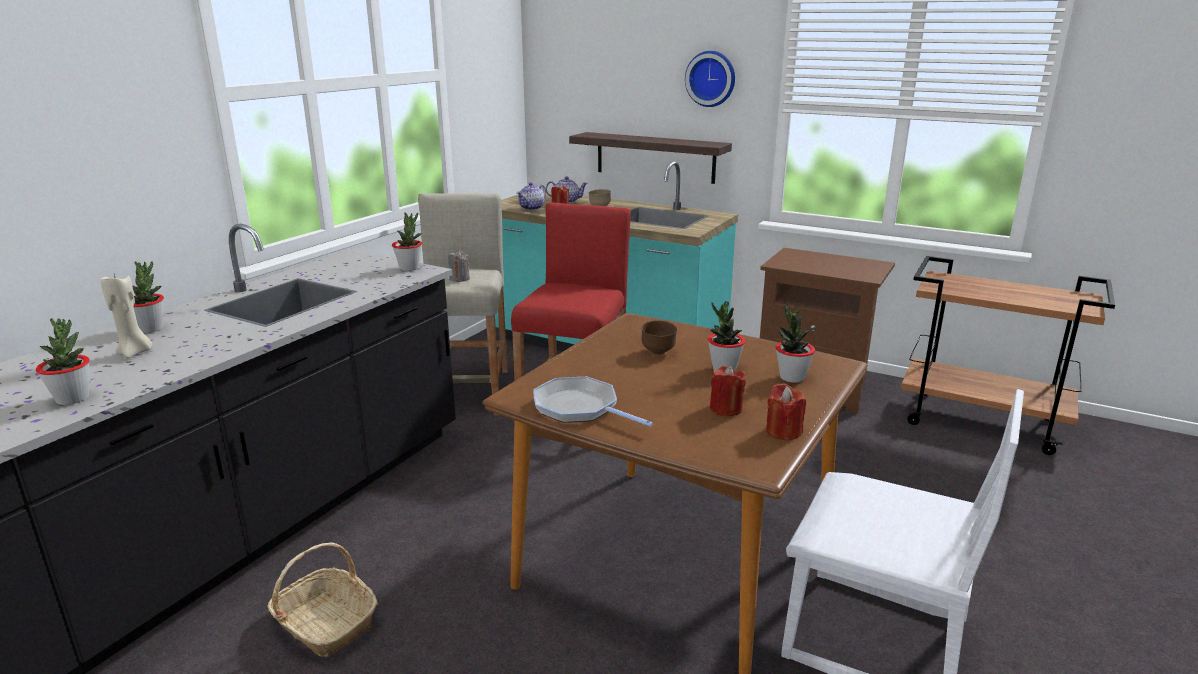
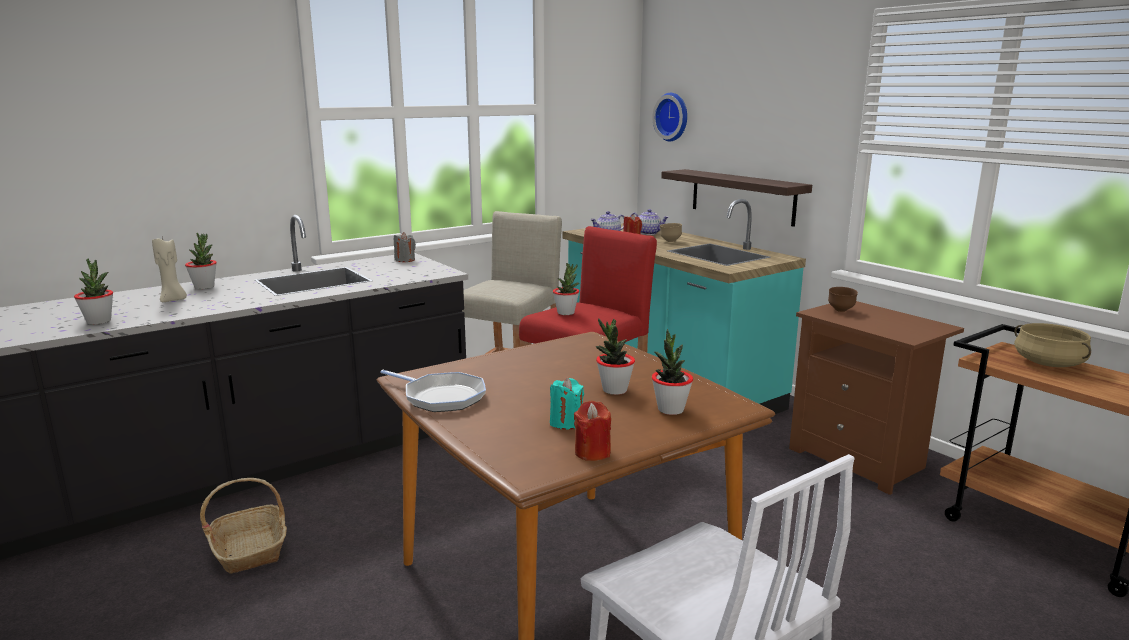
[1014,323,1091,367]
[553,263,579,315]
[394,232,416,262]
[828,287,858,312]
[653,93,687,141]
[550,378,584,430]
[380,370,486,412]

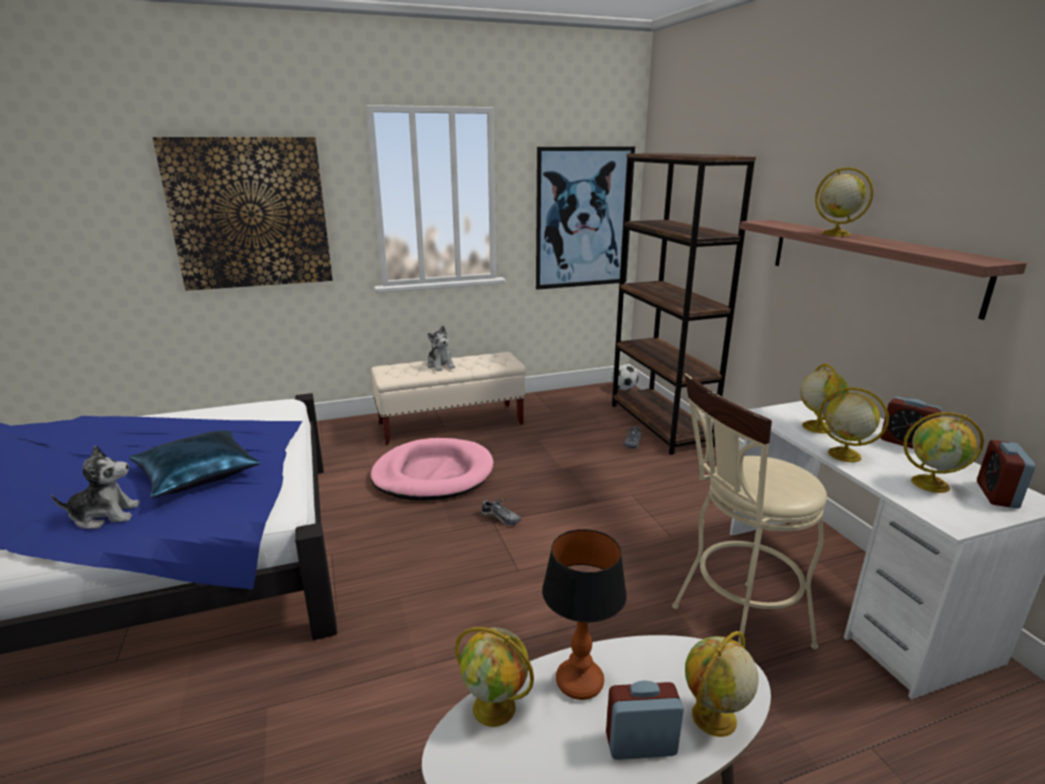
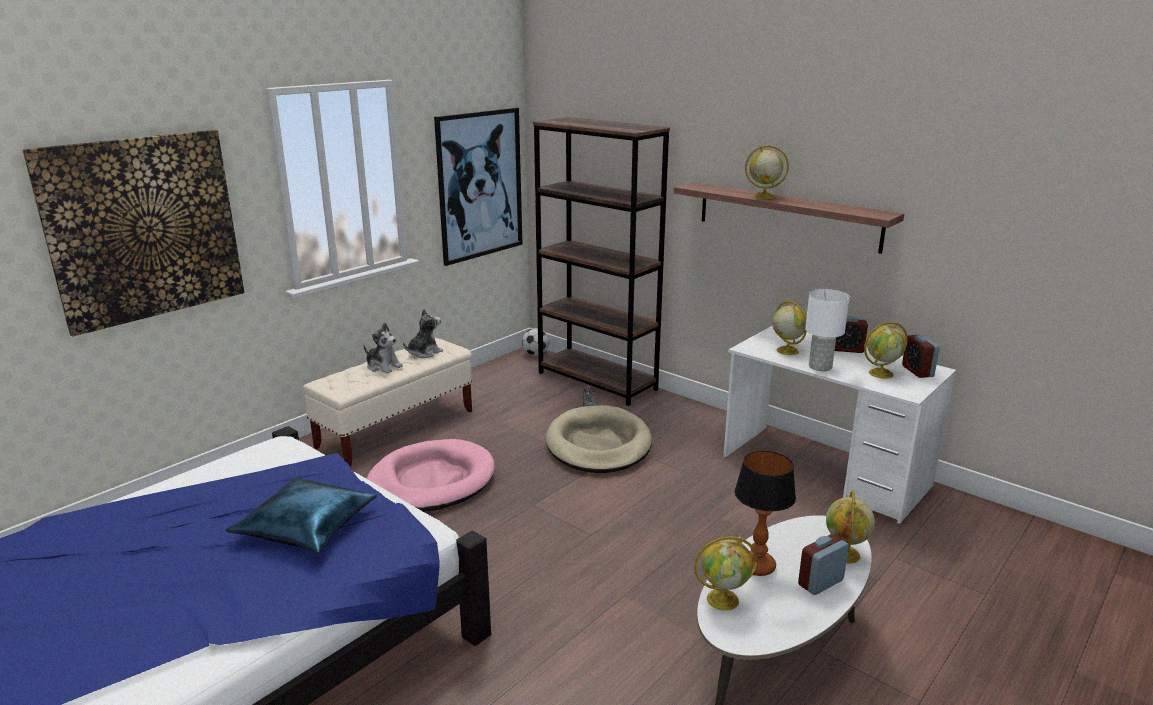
[481,498,521,525] (first image)
[672,373,827,649] (first image)
[546,405,652,473]
[403,309,443,358]
[805,289,850,371]

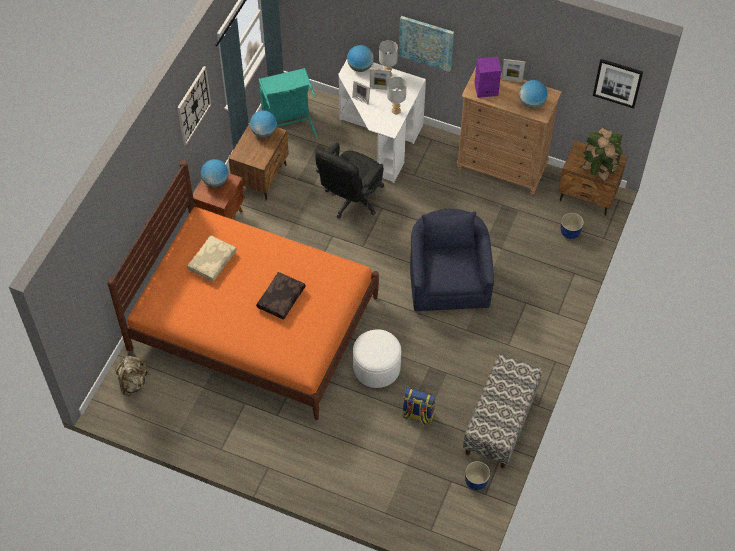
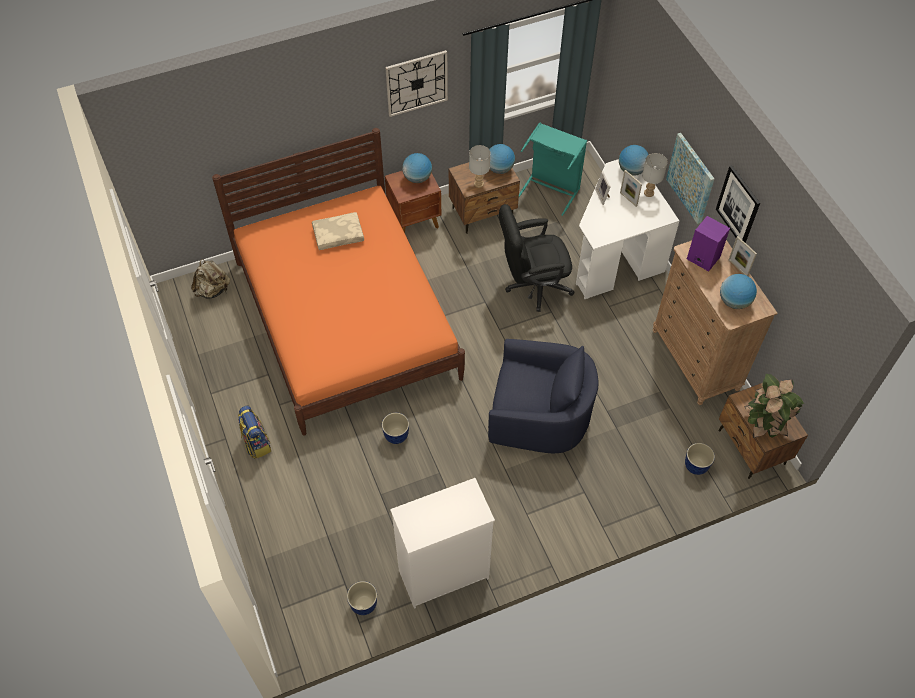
[256,272,305,320] (first image)
[469,145,490,188]
[238,405,271,459]
[716,165,760,243]
[382,413,409,444]
[390,478,495,608]
[488,339,598,453]

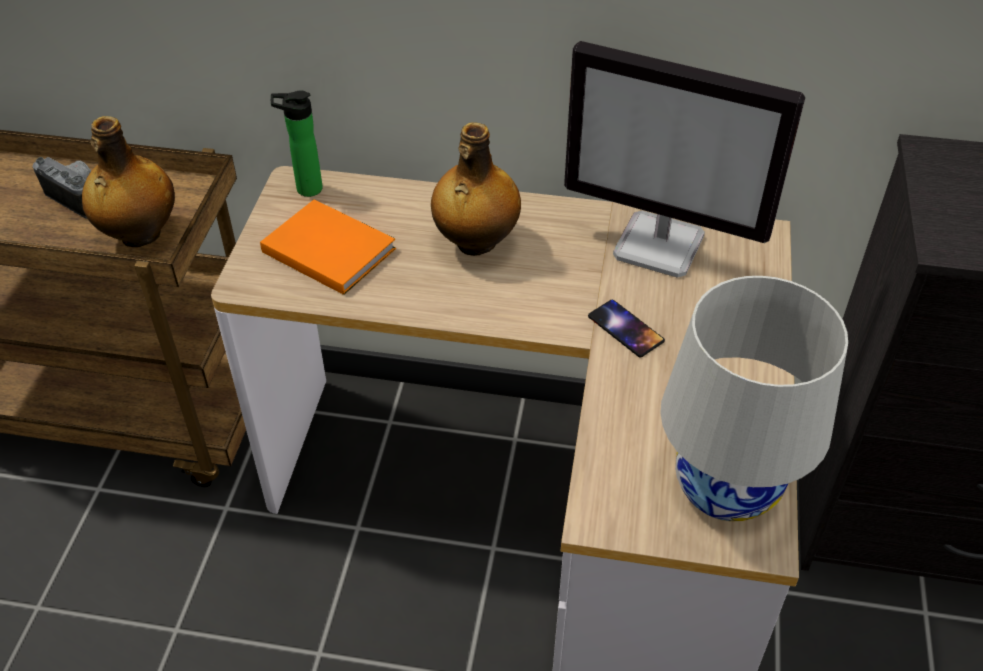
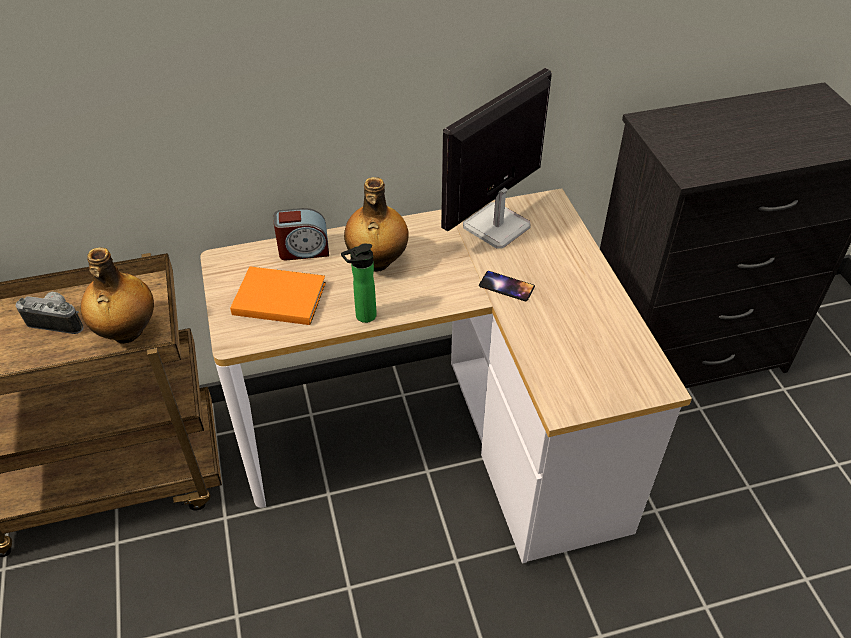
[660,276,848,521] (first image)
[274,208,329,260]
[341,244,377,323]
[441,68,552,249]

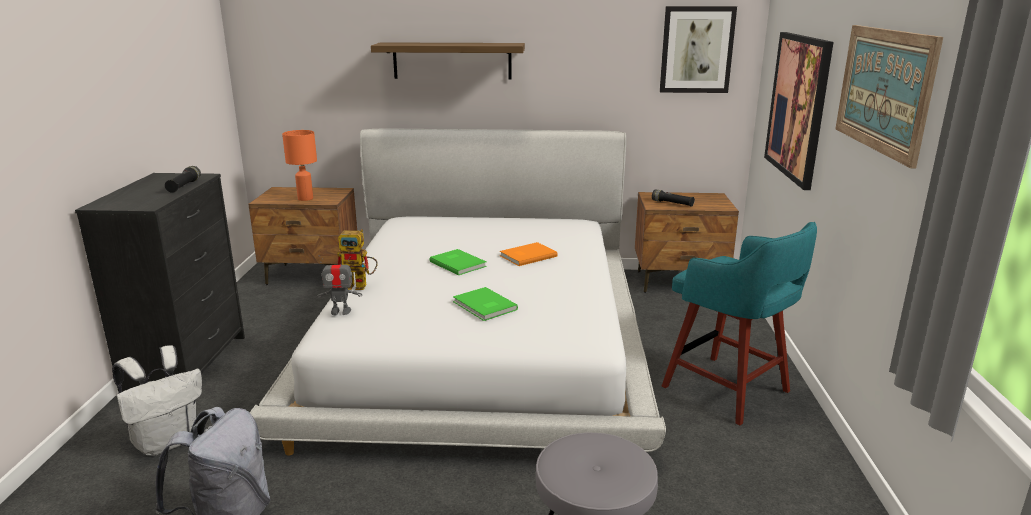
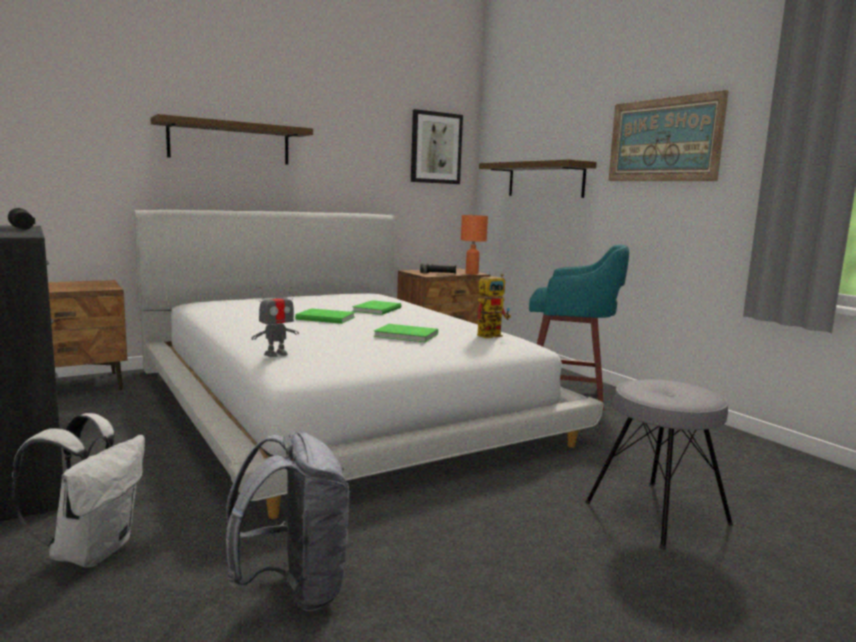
[461,215,488,275]
[476,274,511,338]
[479,160,597,198]
[352,300,401,315]

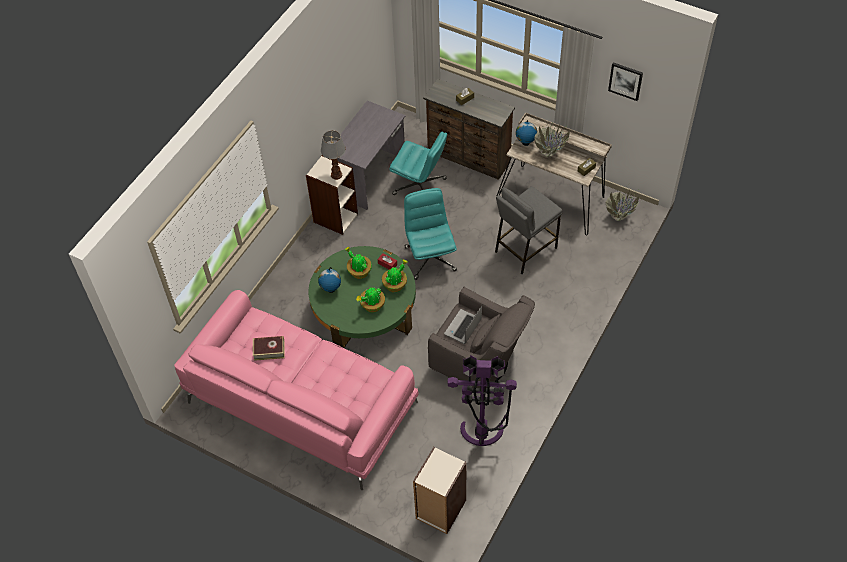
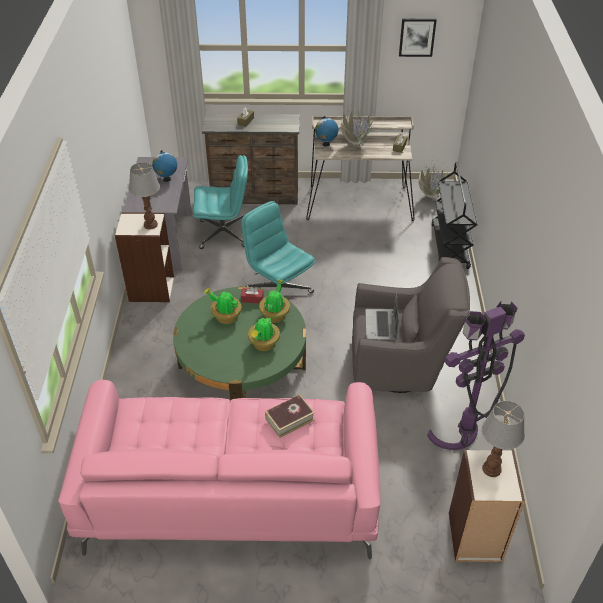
[495,186,562,274] (first image)
[431,162,478,269]
[482,401,525,477]
[265,395,315,438]
[152,150,177,182]

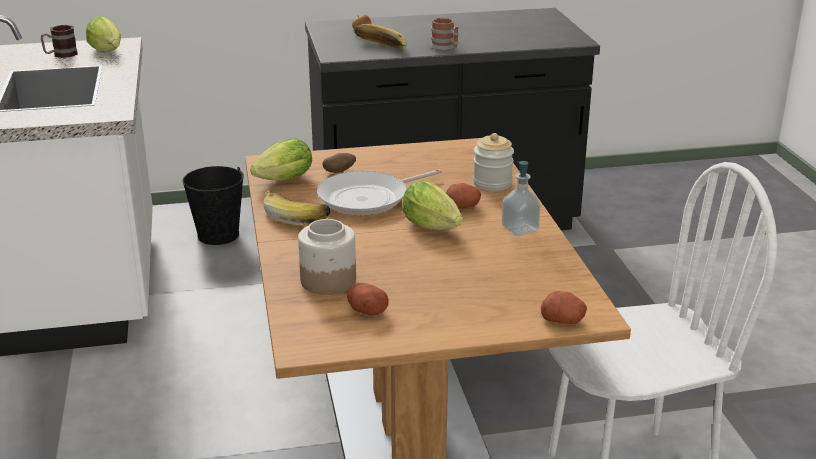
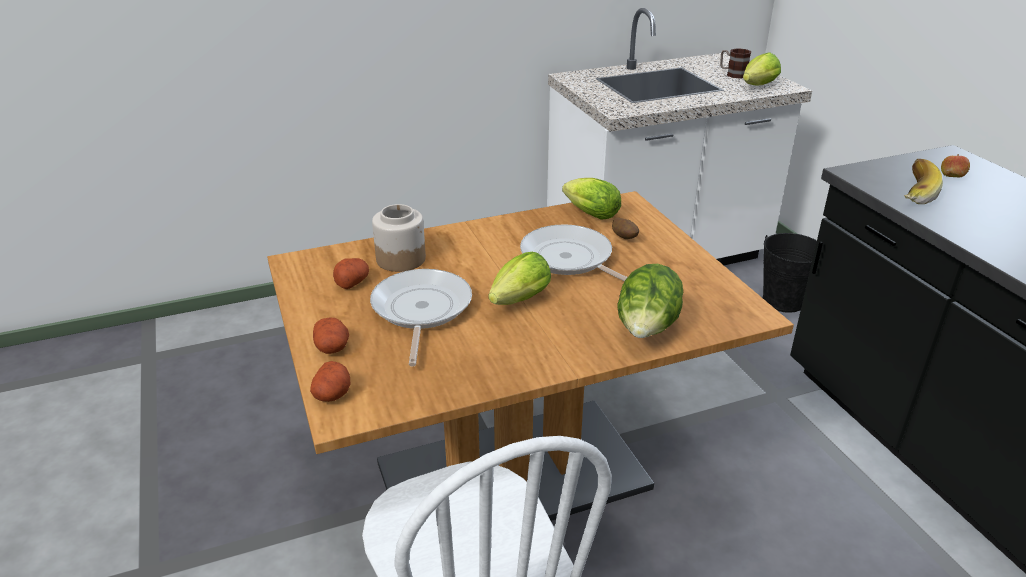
[263,190,331,225] (first image)
[430,18,459,50] (first image)
[502,161,541,236] (first image)
[370,269,472,366]
[313,318,349,354]
[617,264,683,338]

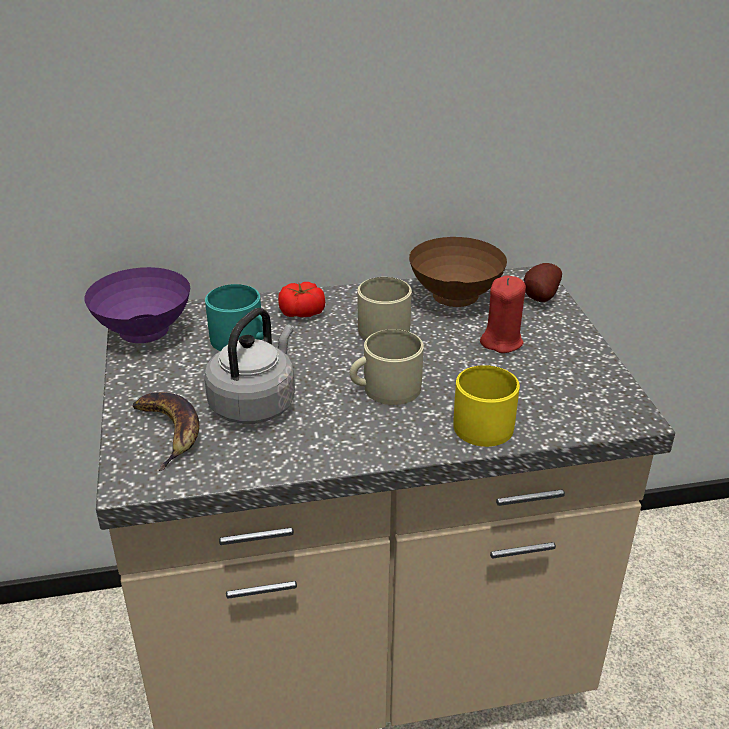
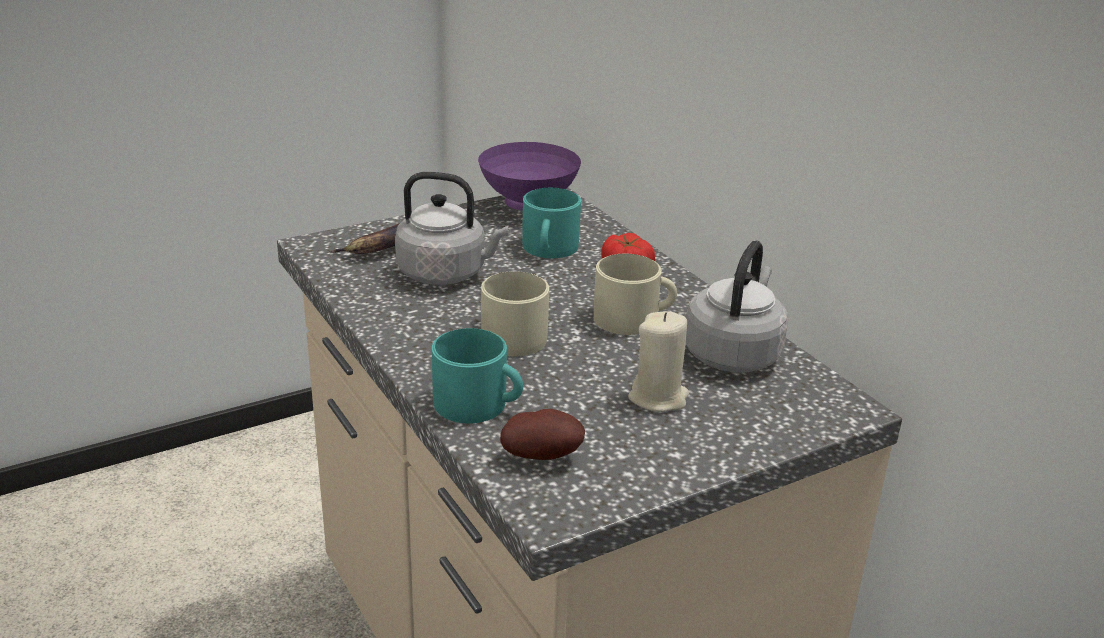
[500,409,585,460]
[686,241,788,373]
[432,328,523,423]
[628,311,689,412]

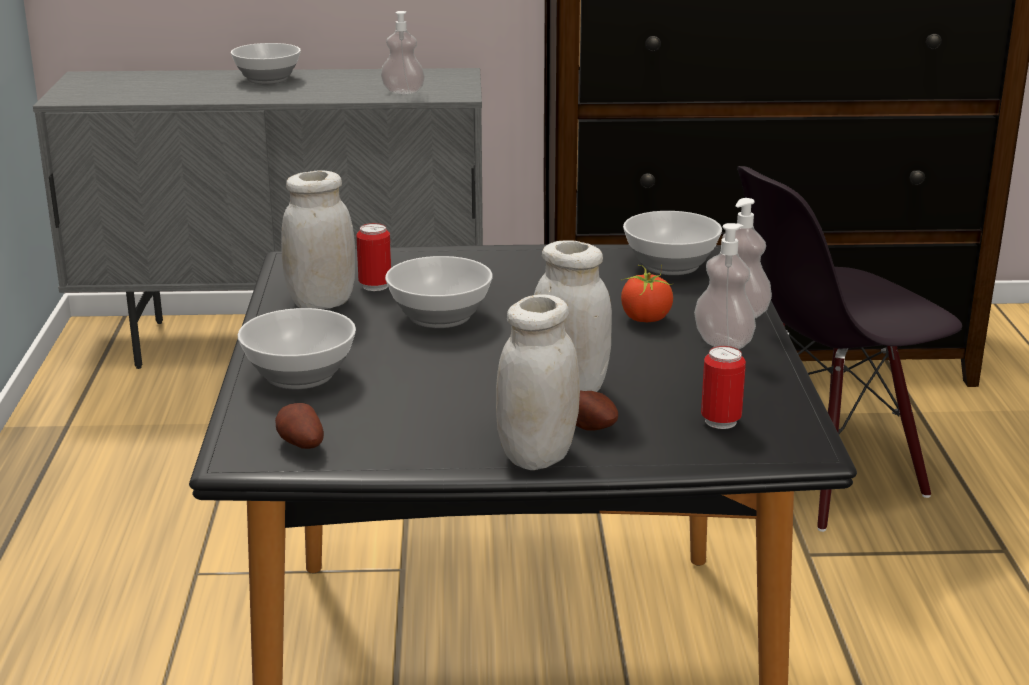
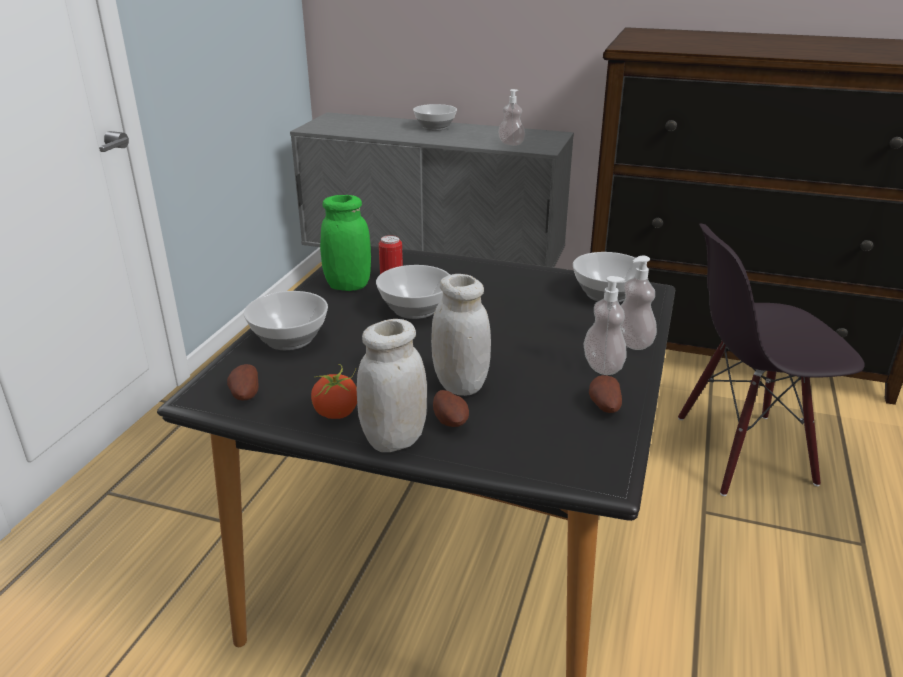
[701,346,746,429] (first image)
[589,375,622,413]
[311,364,357,419]
[320,195,371,291]

